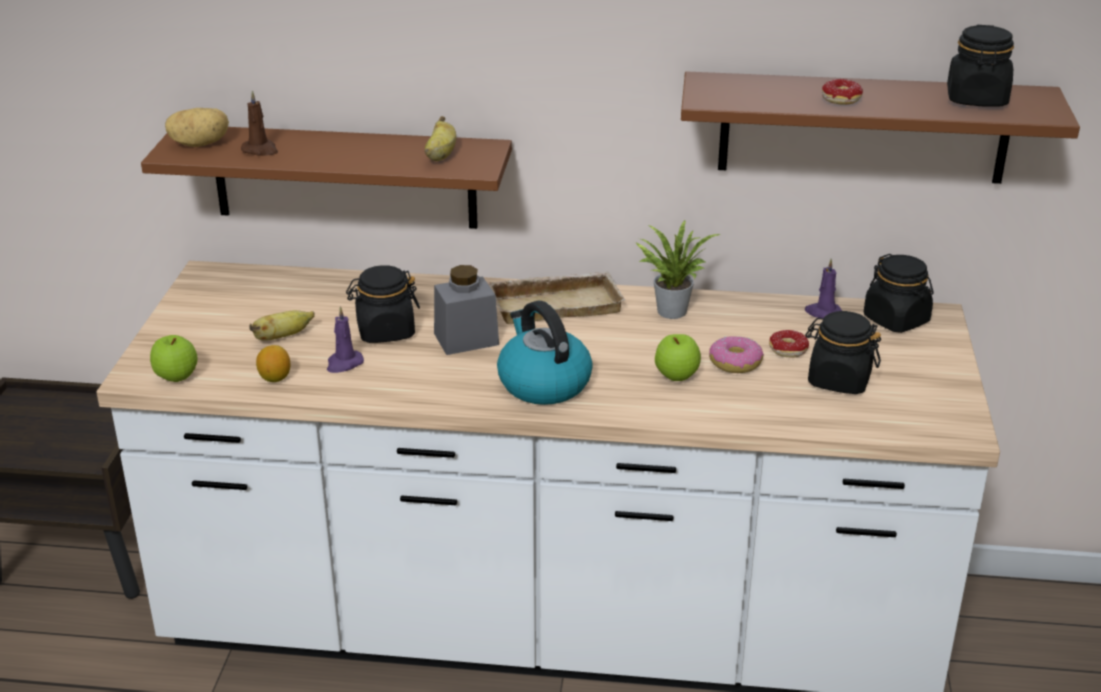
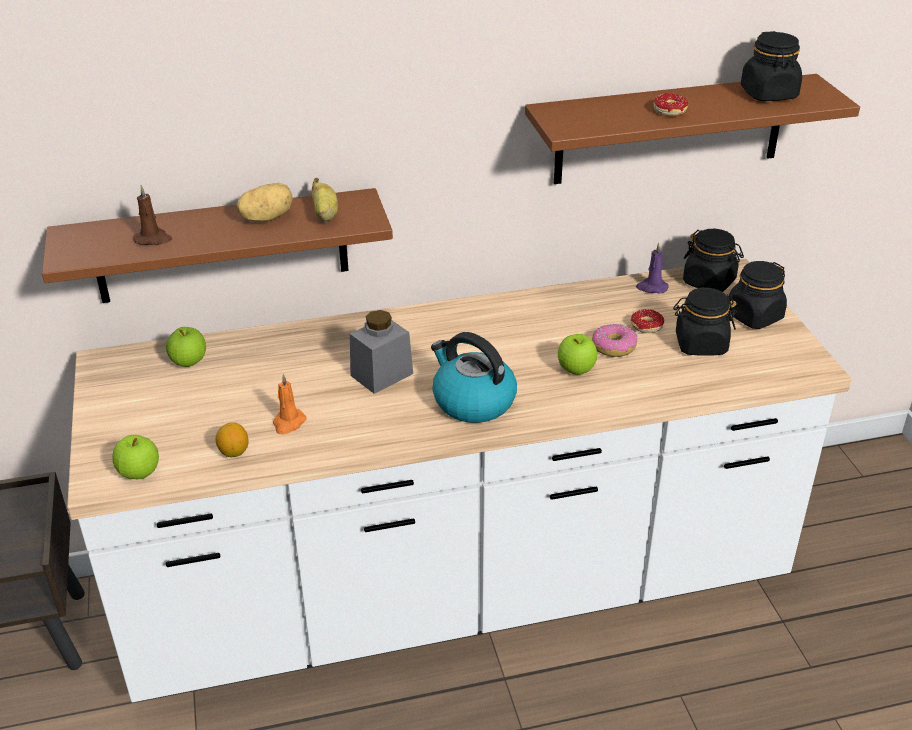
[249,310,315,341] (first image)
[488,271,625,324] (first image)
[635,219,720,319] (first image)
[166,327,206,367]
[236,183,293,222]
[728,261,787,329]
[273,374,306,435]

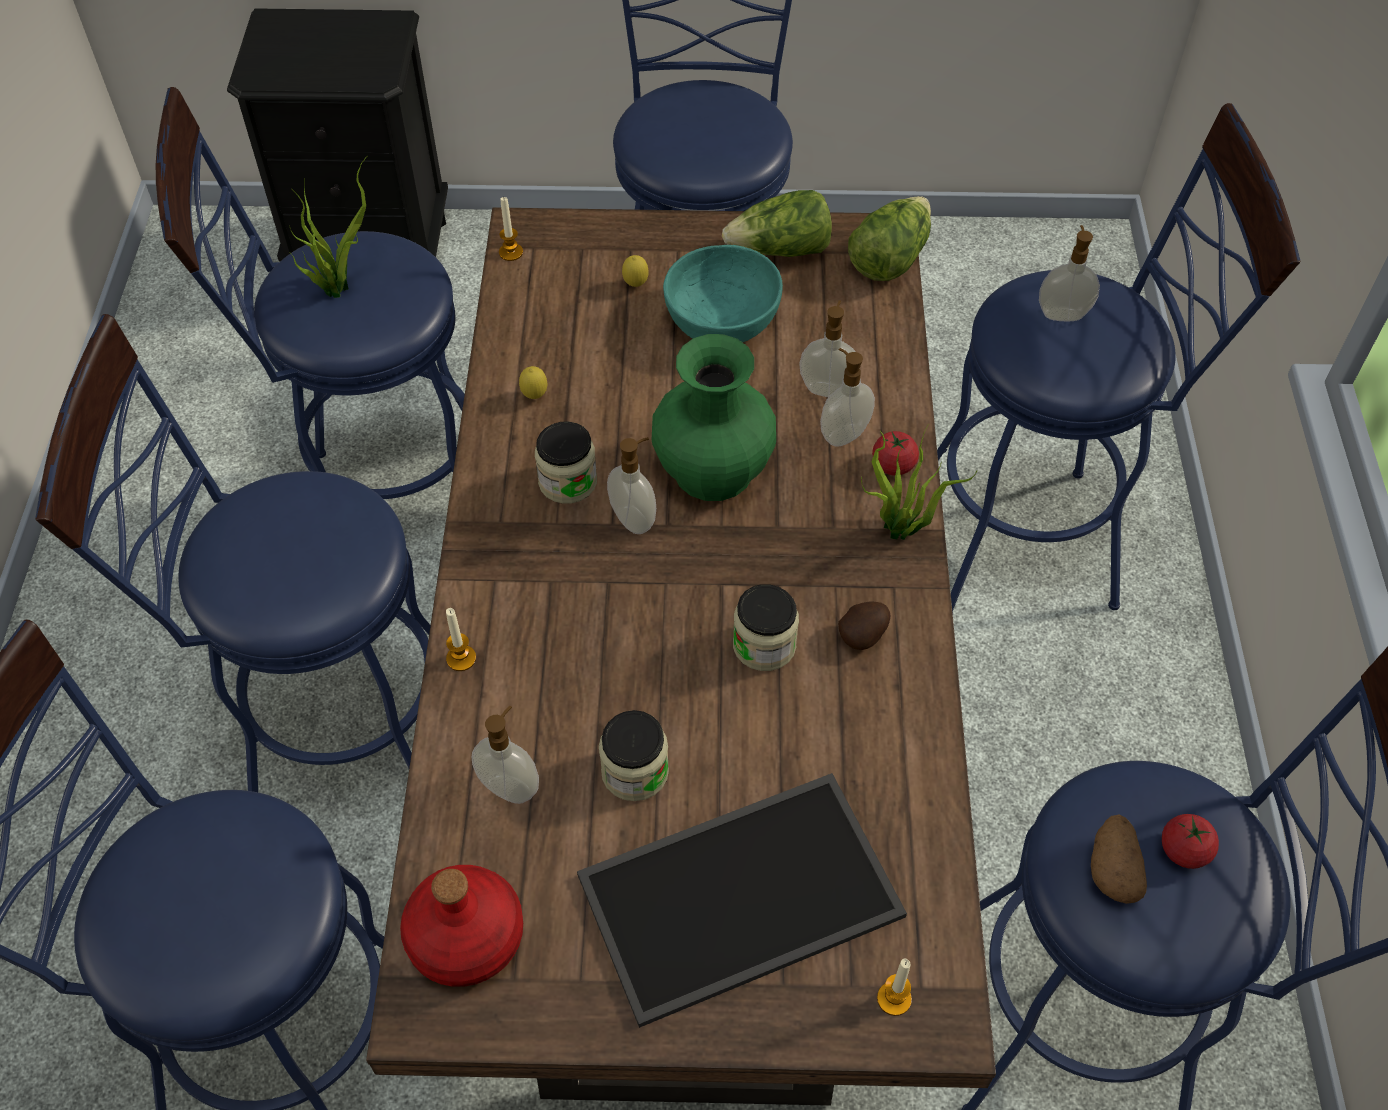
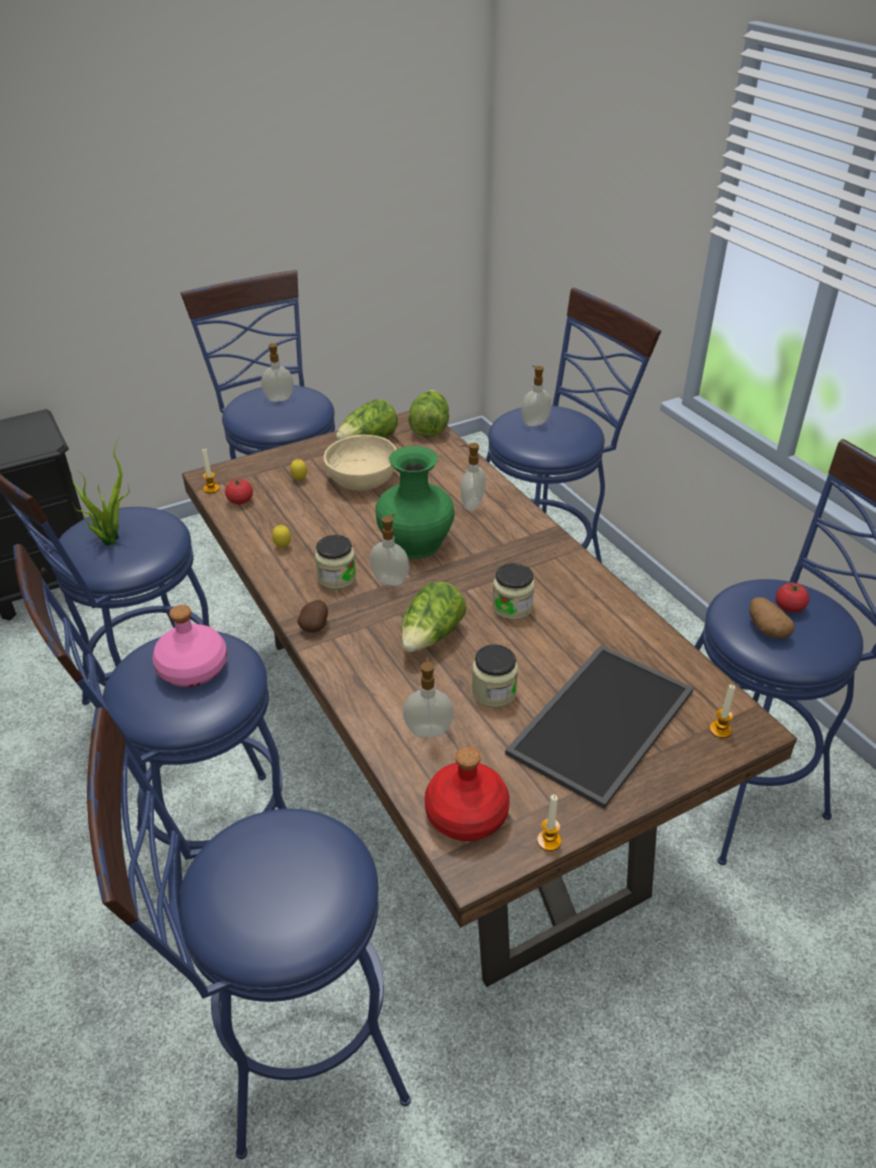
[861,425,977,540] (first image)
[152,605,227,687]
[401,582,466,652]
[537,794,561,851]
[261,343,294,402]
[297,600,328,632]
[225,479,253,504]
[323,435,397,490]

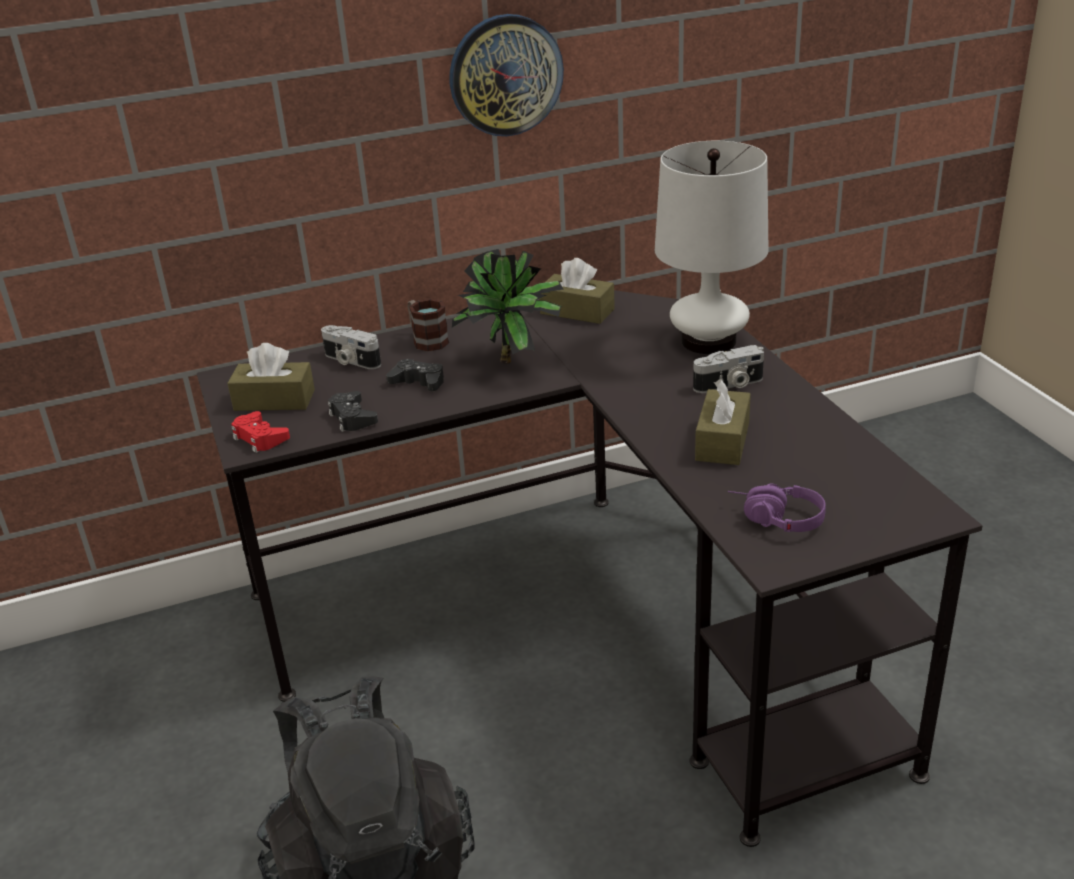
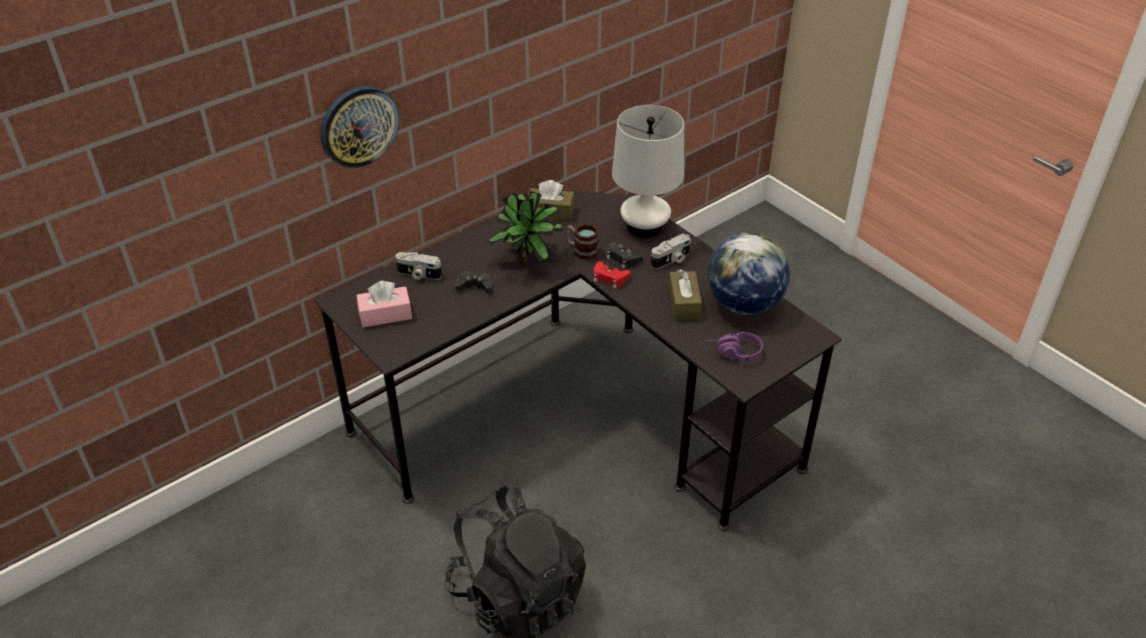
[707,232,790,315]
[593,261,630,288]
[607,240,643,269]
[566,224,599,260]
[320,86,399,168]
[357,281,412,327]

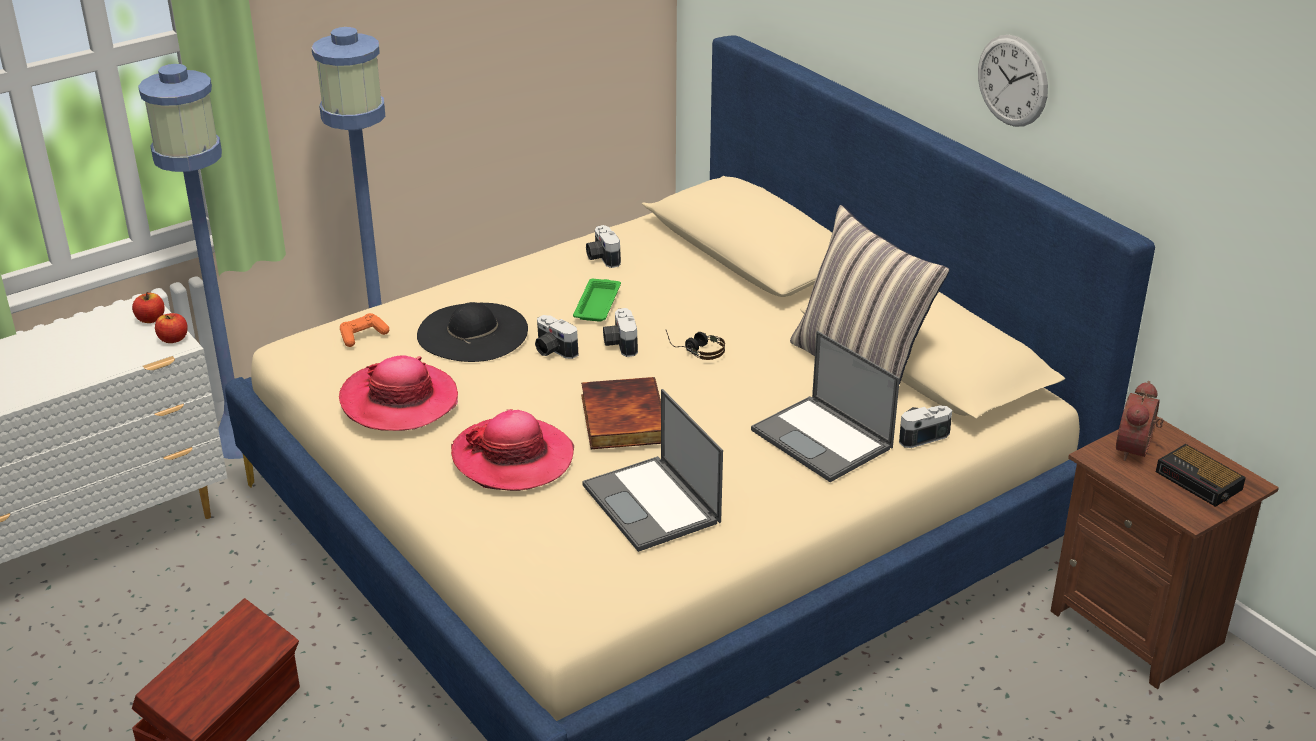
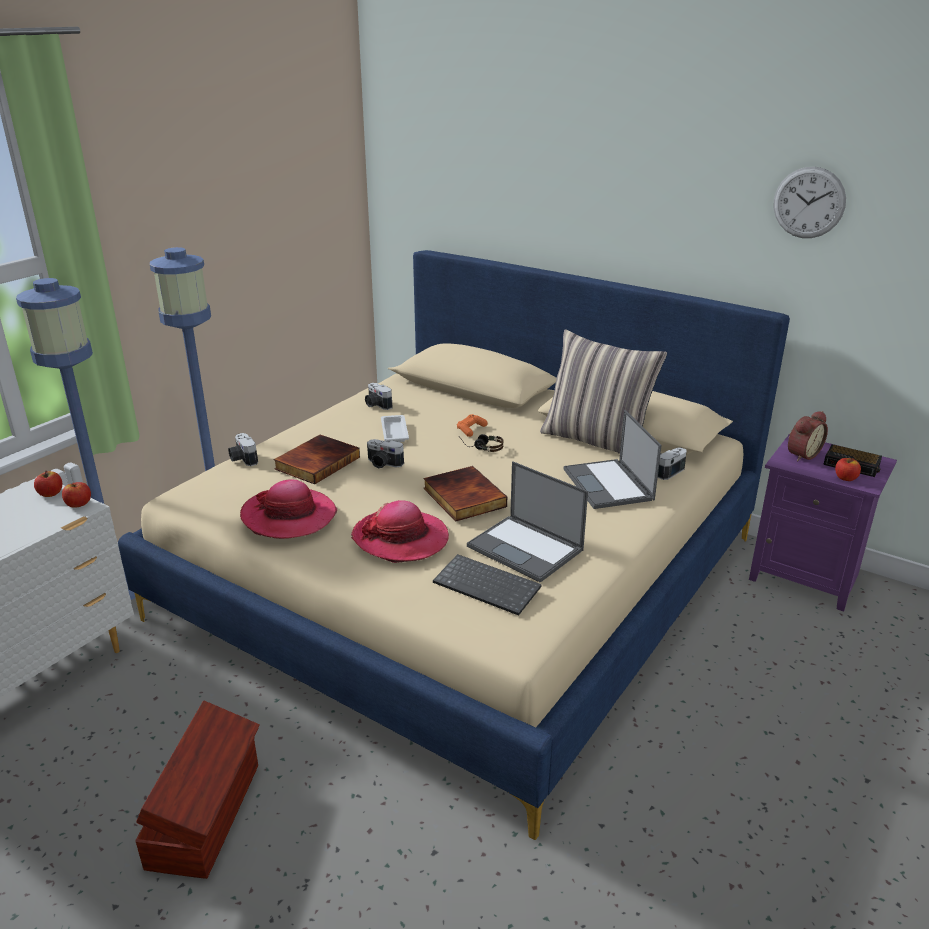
[433,554,541,616]
[835,458,861,481]
[457,414,488,437]
[228,433,258,466]
[773,167,846,238]
[273,435,360,484]
[381,415,409,442]
[749,435,897,612]
[564,410,662,509]
[788,411,828,461]

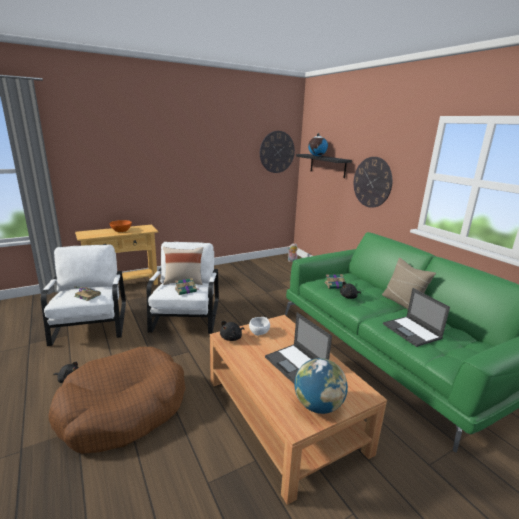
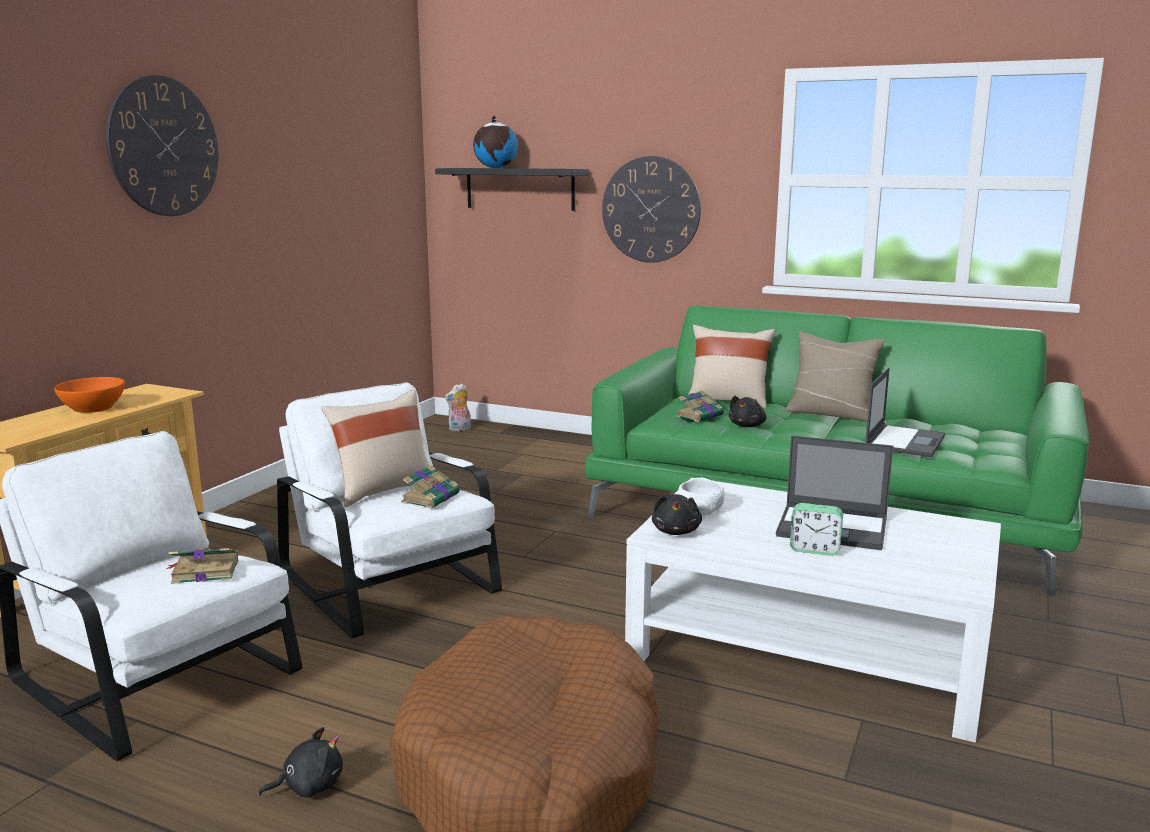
[294,358,348,414] (first image)
[688,325,775,408]
[790,503,843,556]
[106,75,219,216]
[625,478,1001,743]
[865,368,945,457]

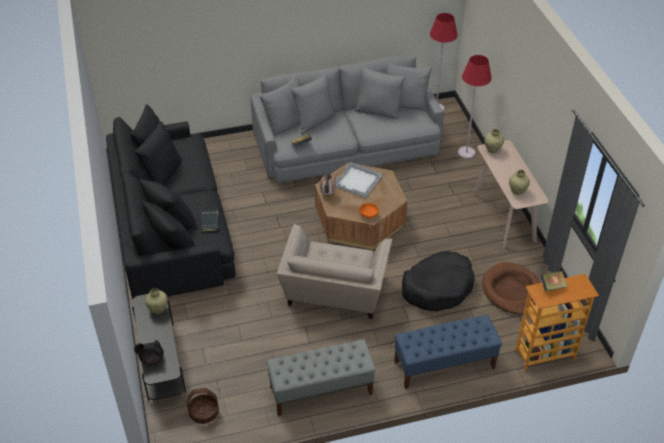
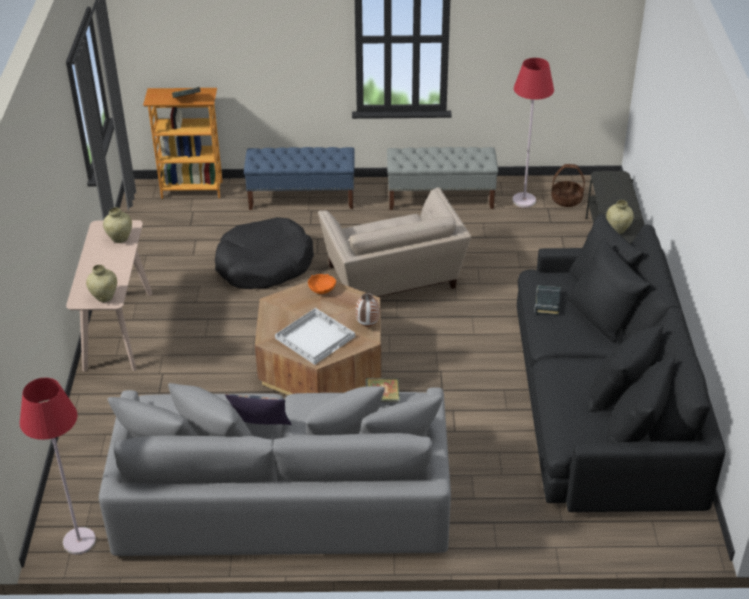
[134,340,164,365] (first image)
[482,262,541,315] (first image)
[225,394,292,425]
[512,58,554,208]
[318,188,471,297]

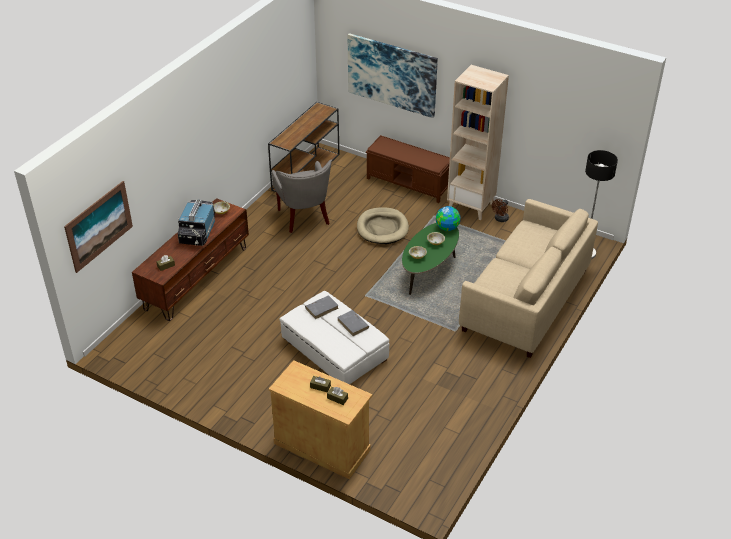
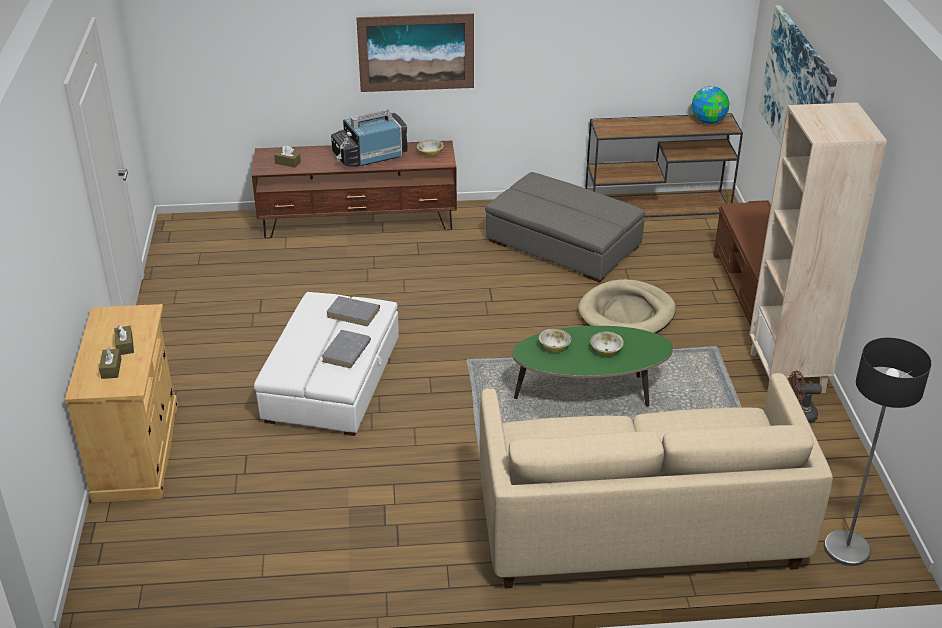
[356,13,474,92]
[692,86,730,124]
[485,172,645,283]

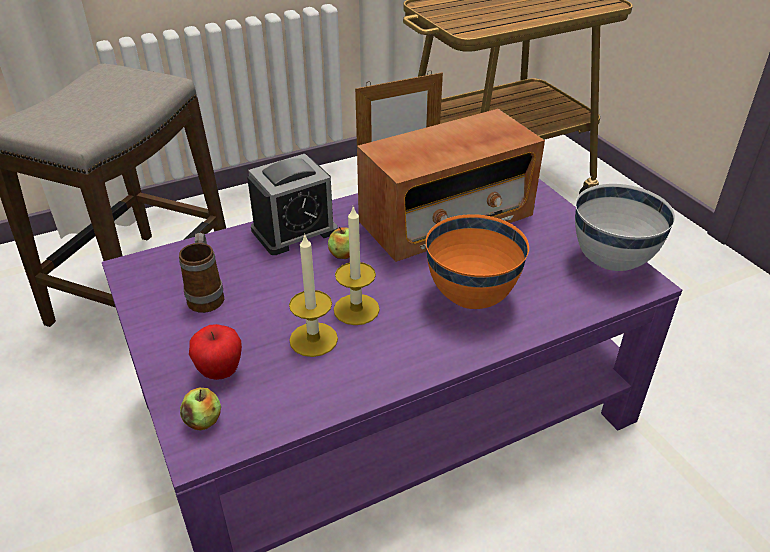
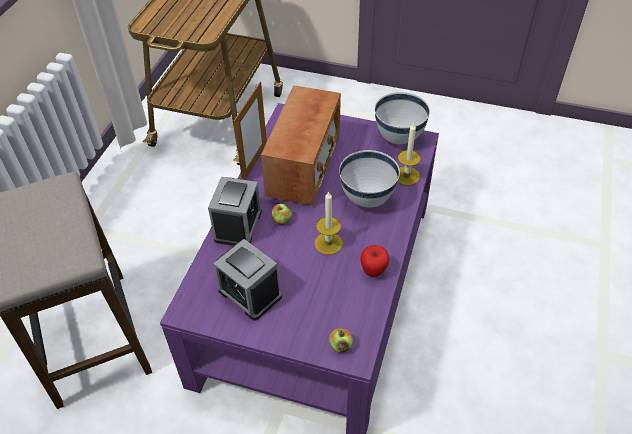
[360,245,390,277]
[398,123,421,186]
[213,239,282,321]
[339,150,400,207]

